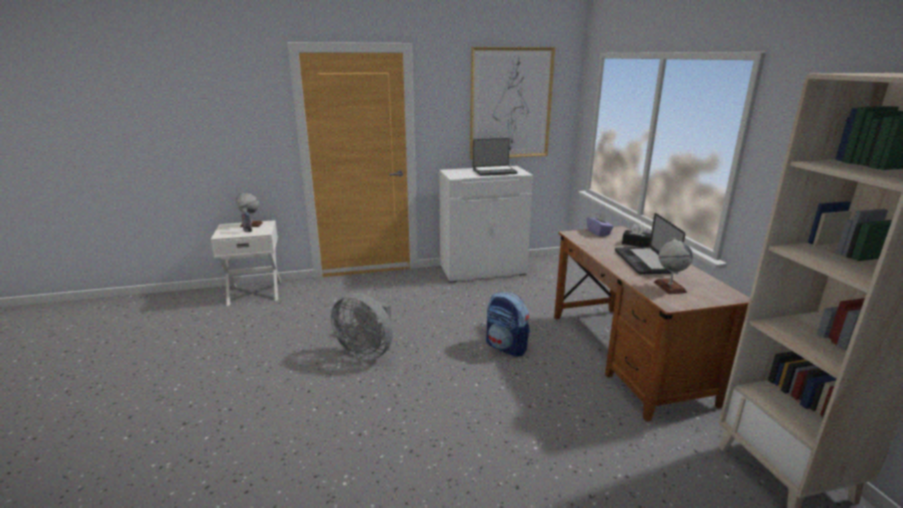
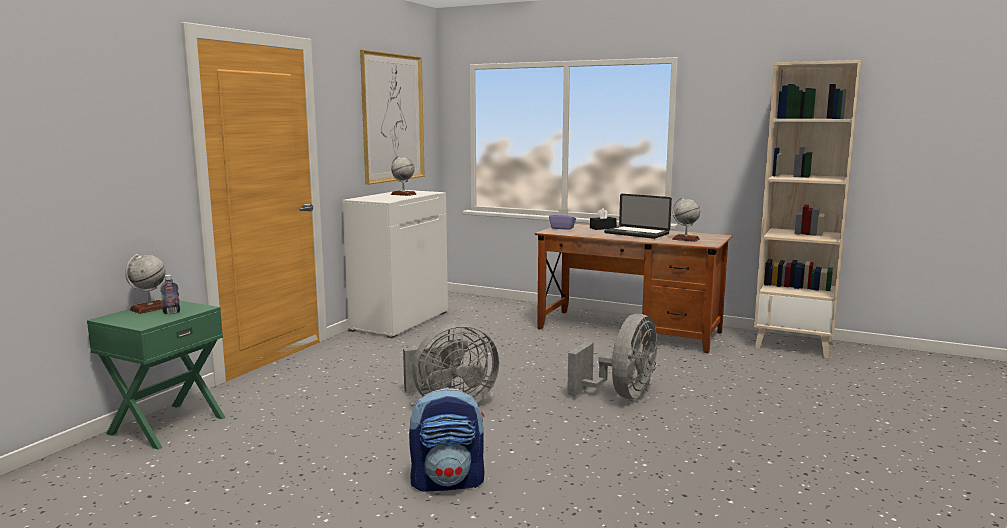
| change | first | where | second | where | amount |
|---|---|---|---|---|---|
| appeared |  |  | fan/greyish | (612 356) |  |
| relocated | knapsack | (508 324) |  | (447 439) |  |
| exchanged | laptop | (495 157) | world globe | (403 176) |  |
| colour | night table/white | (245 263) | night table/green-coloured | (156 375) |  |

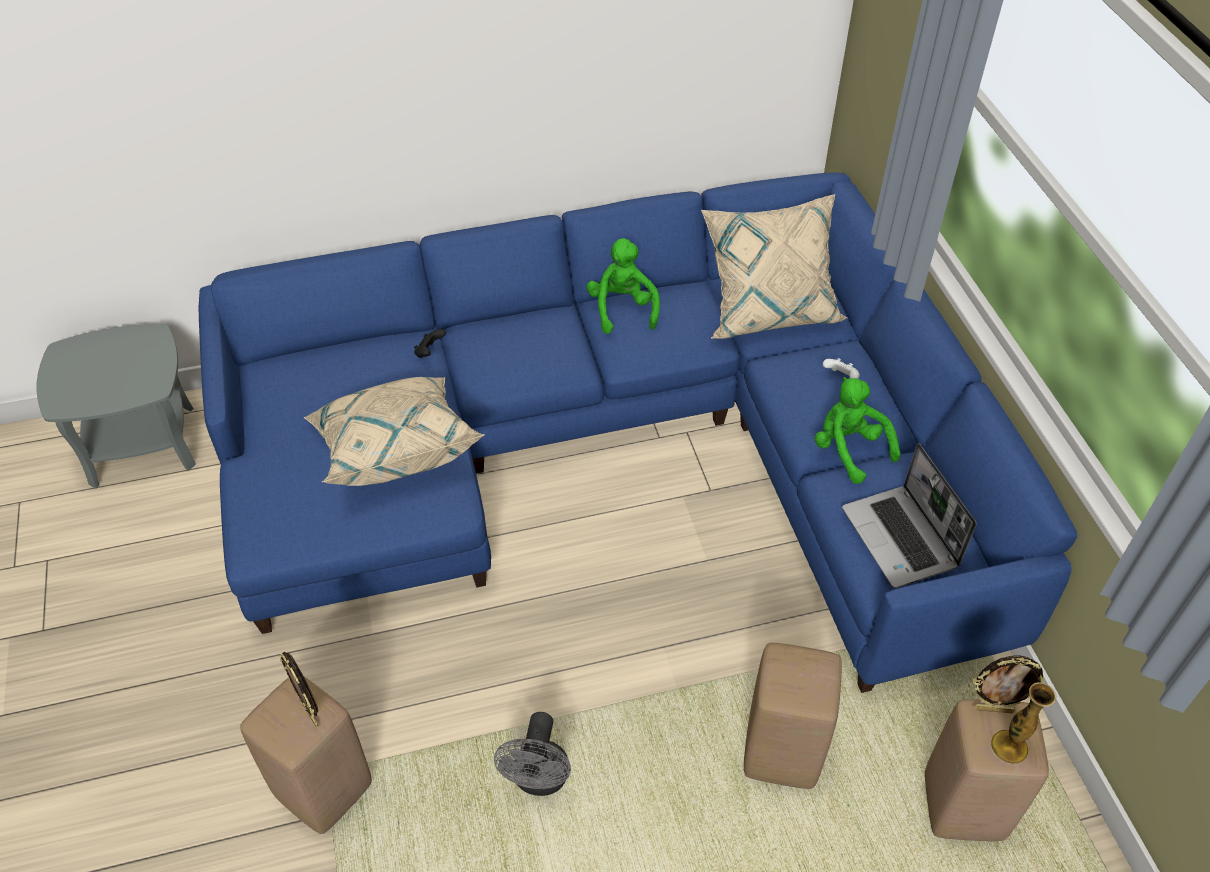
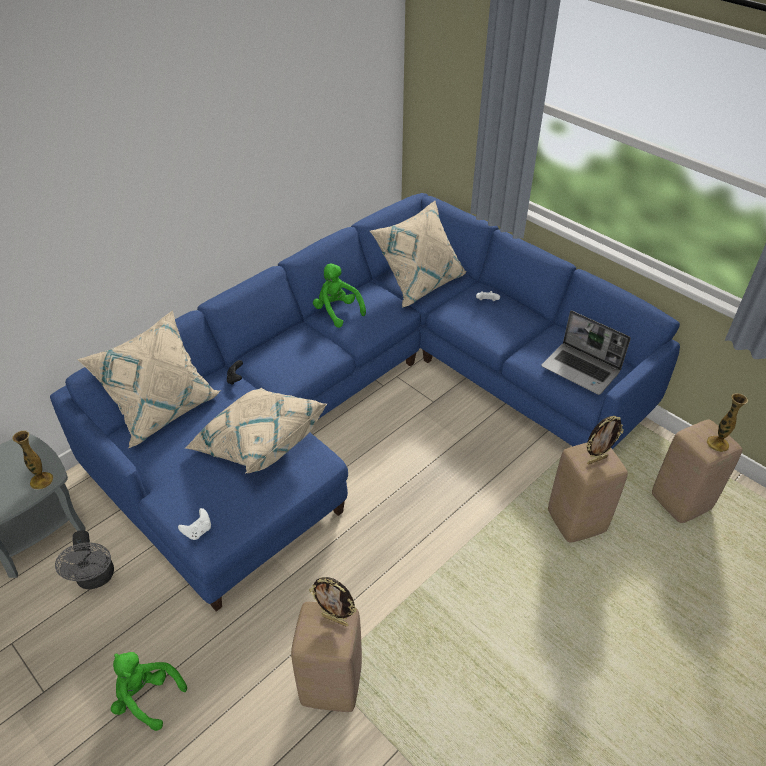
| change | first | where | second | where | amount |
|---|---|---|---|---|---|
| appeared |  |  | decorative vase | (32 460) |  |
| appeared |  |  | pillow/beige | (148 379) |  |
| appeared |  |  | joypad/white | (194 524) |  |
| relocated | fan/greyish | (532 754) |  | (84 559) |  |
| relocated | soft toy/green-coloured | (857 430) |  | (149 691) |  |
| relocated | photo frame | (1009 684) |  | (605 440) |  |

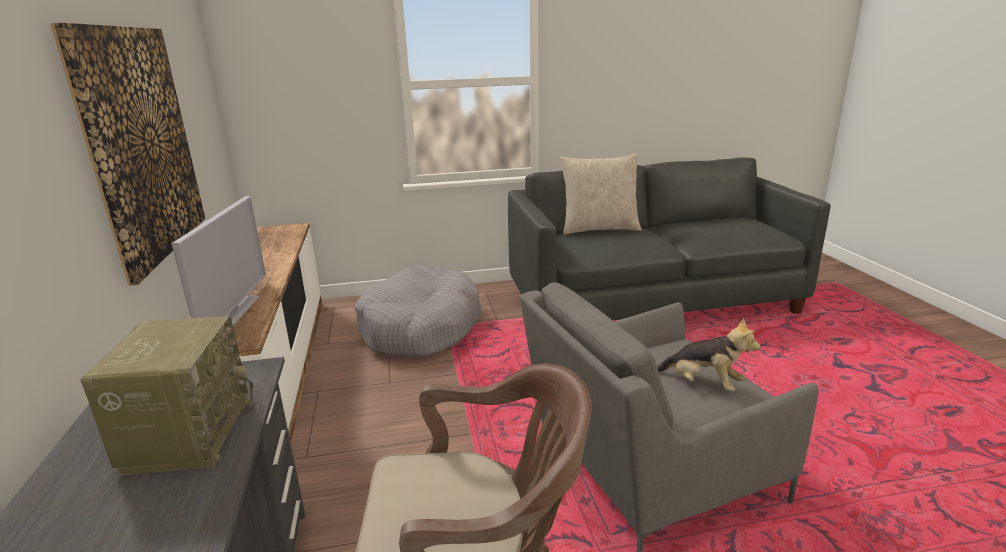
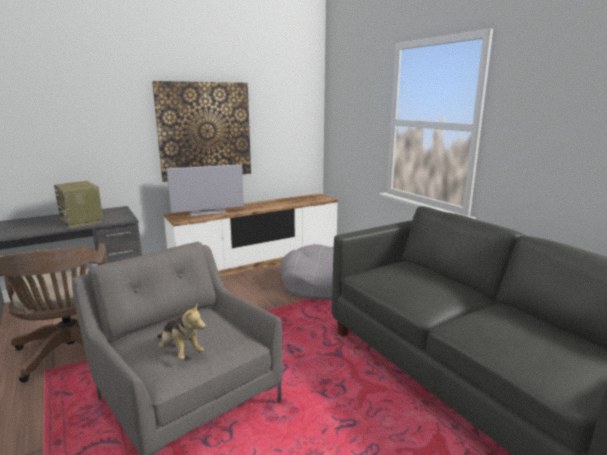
| change | first | where | second | where | amount |
|---|---|---|---|---|---|
| missing | pillow/beige | (601 193) |  |  |  |
| spun | radio set | (167 396) |  | (78 204) | 75 degrees clockwise |
| spun | soft toy | (708 354) |  | (181 330) | 60 degrees counterclockwise |

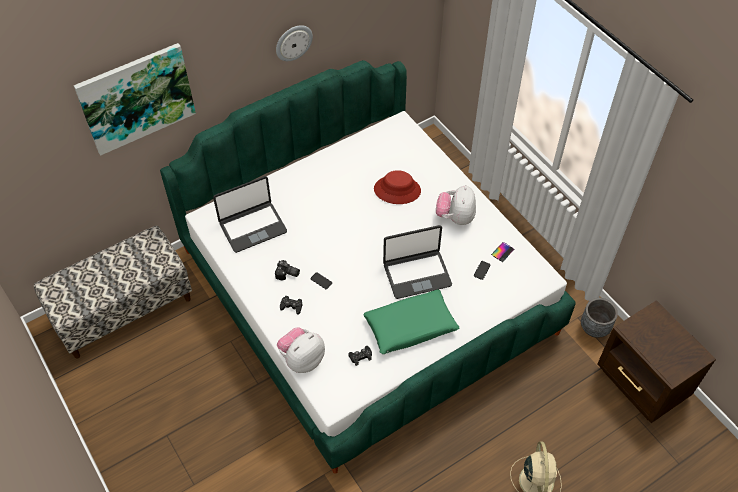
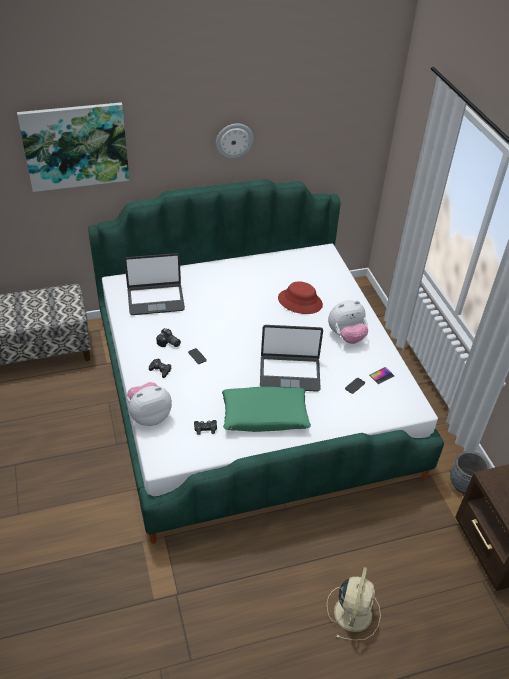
| change | first | where | second | where | amount |
|---|---|---|---|---|---|
| spun | soft toy | (456 205) |  | (348 322) | 135 degrees counterclockwise |

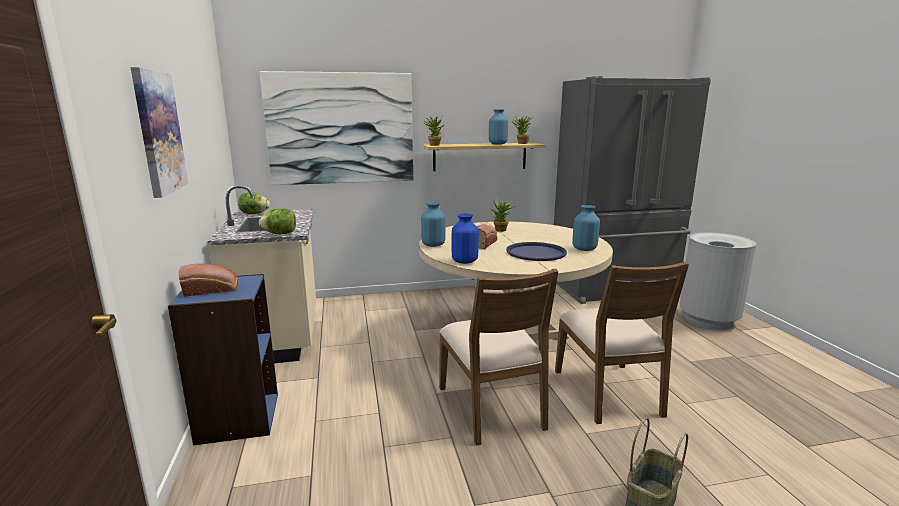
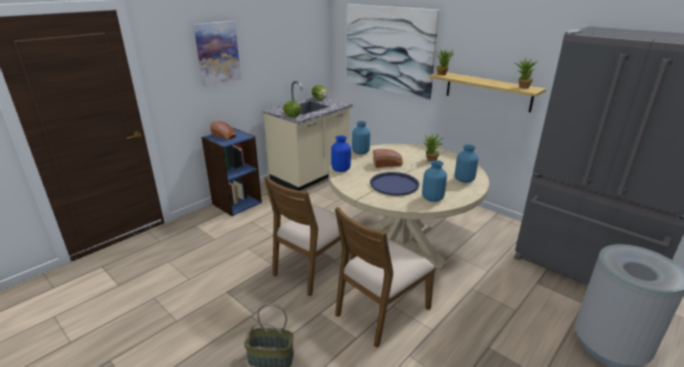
| change | first | where | second | where | amount |
|---|---|---|---|---|---|
| relocated | decorative vase/bluish | (498 127) |  | (466 163) |  |

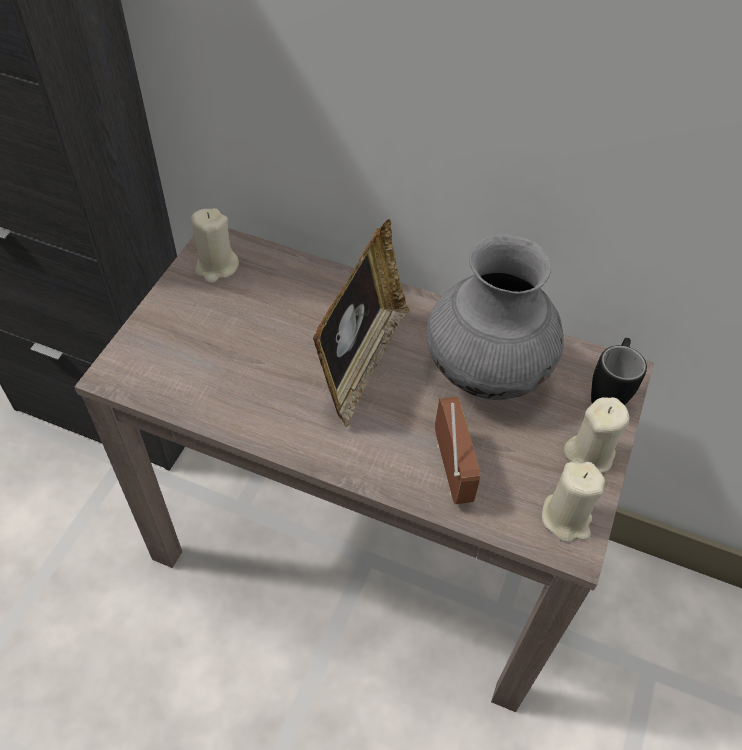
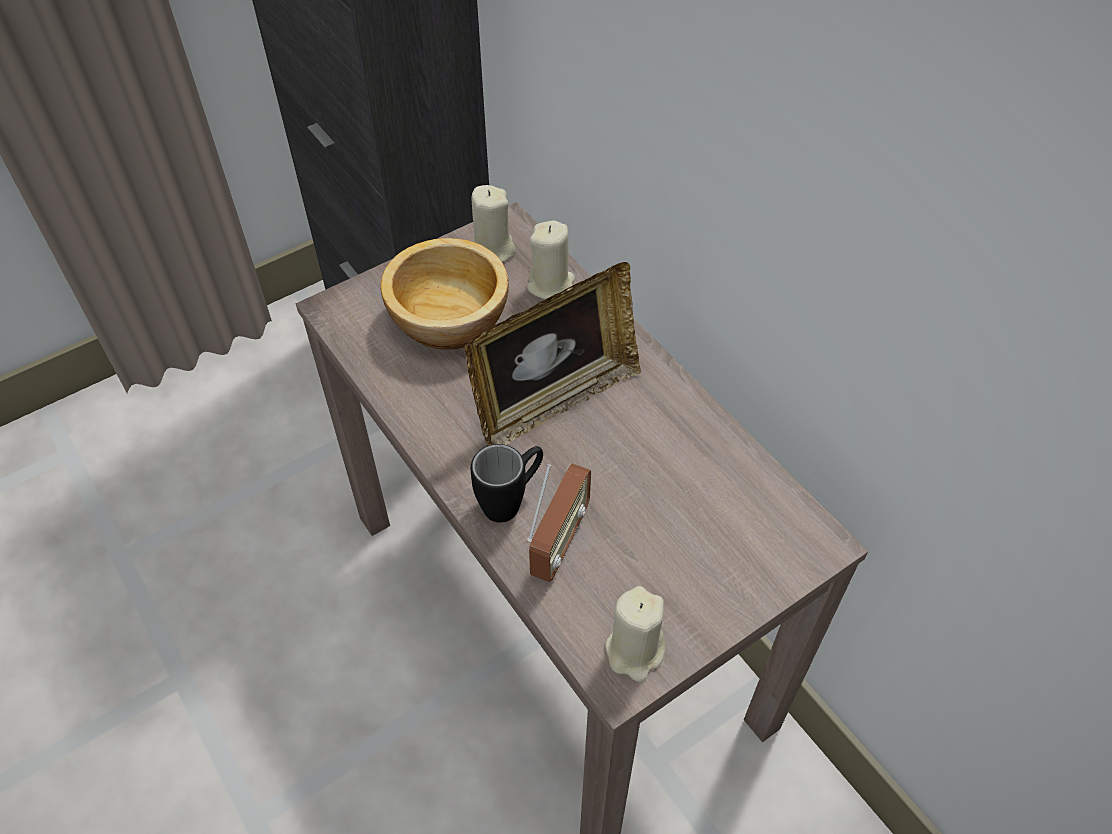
| change | first | where | second | where | amount |
|---|---|---|---|---|---|
| missing | decorative vase/greyish | (495 317) |  |  |  |
| appeared |  |  | serving bowl | (445 294) |  |
| relocated | candle/beige | (596 435) |  | (551 260) |  |
| relocated | tea mug/black | (619 371) |  | (507 483) |  |

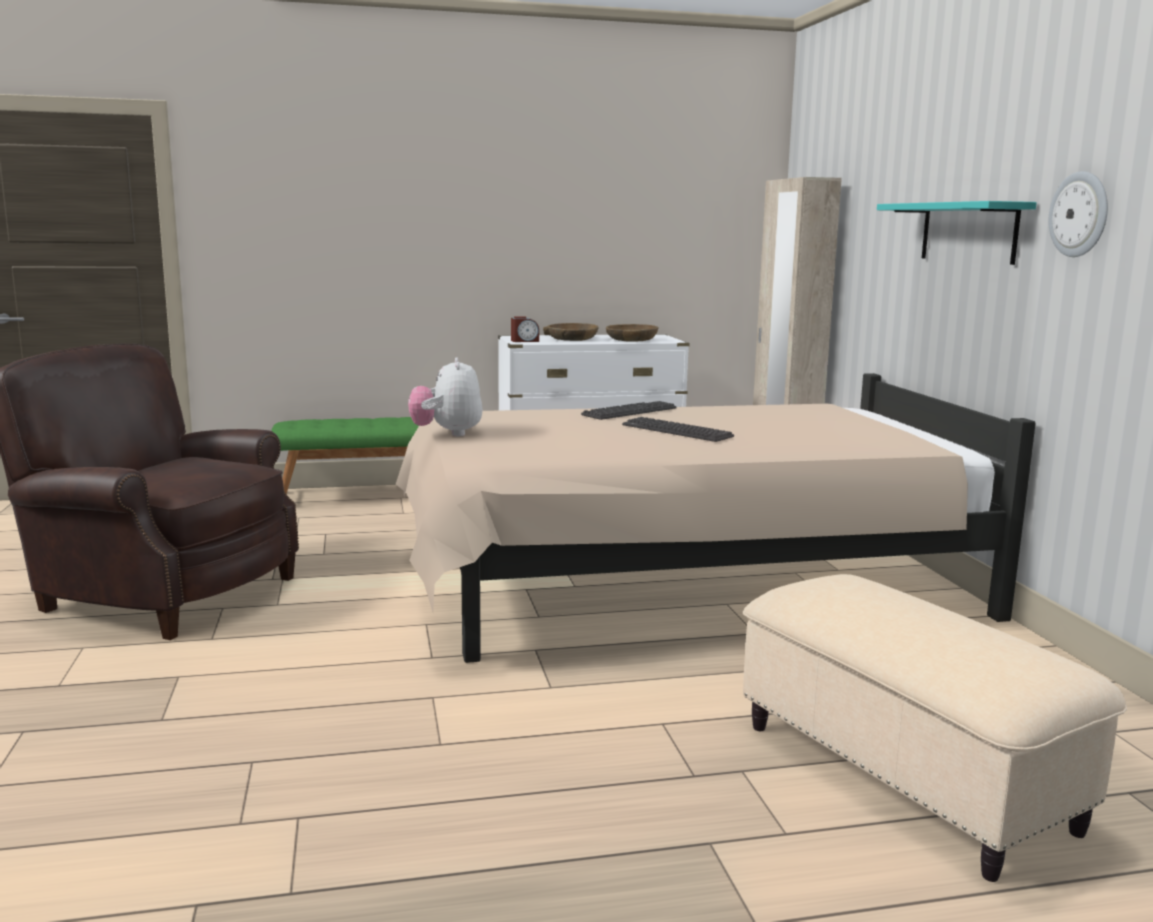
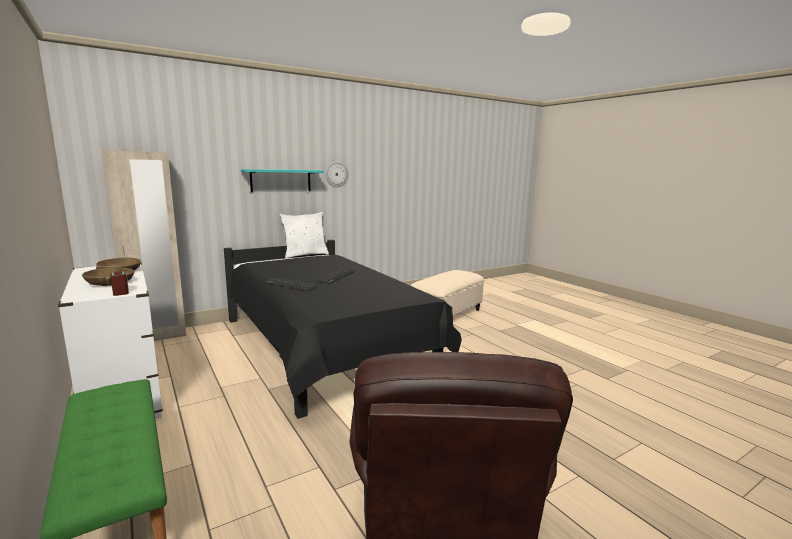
| change | first | where | second | where | amount |
|---|---|---|---|---|---|
| missing | soft toy | (445 397) |  |  |  |
| appeared |  |  | pillow/white | (304 235) |  |
| colour | bed/beige | (716 518) | bed/black | (343 329) |  |

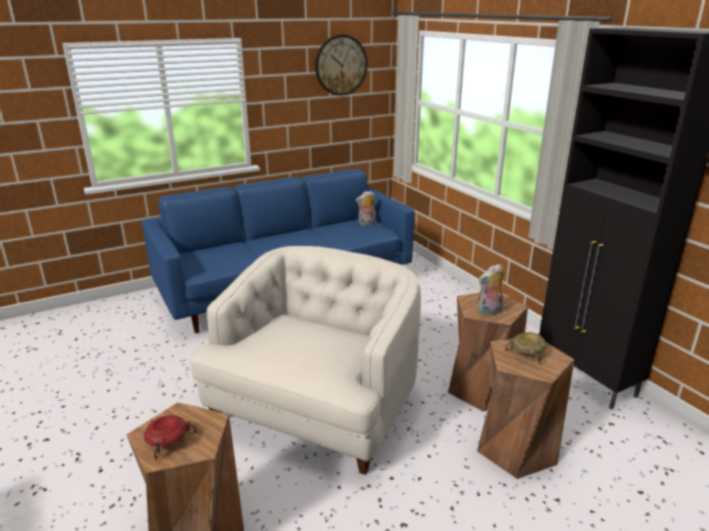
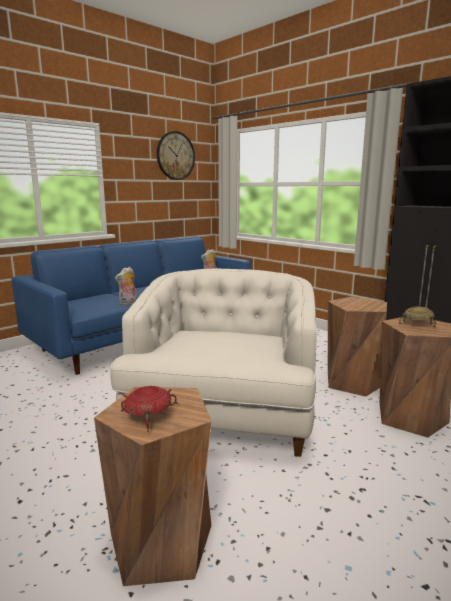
| change | first | where | second | where | amount |
|---|---|---|---|---|---|
| relocated | soft toy | (491 290) |  | (126 286) |  |

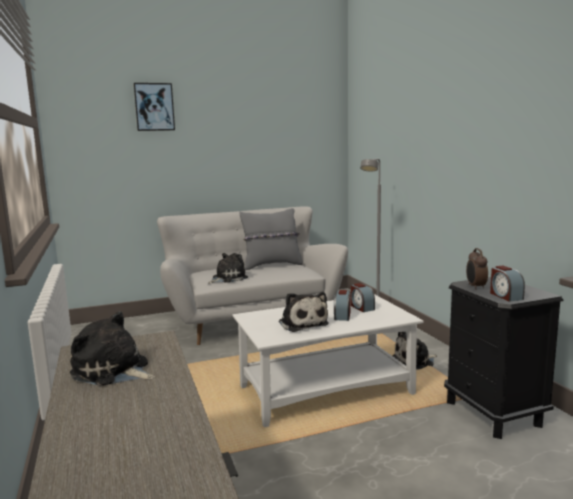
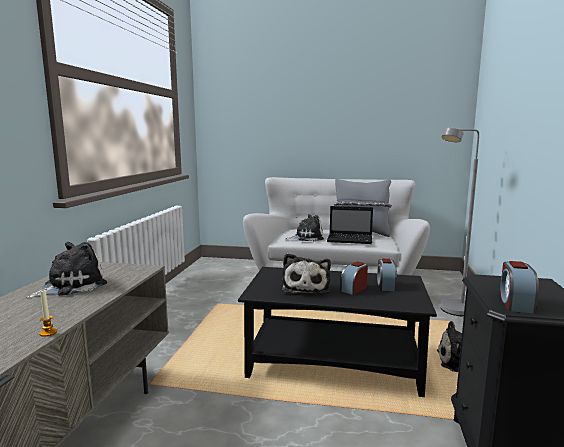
| change | first | where | second | where | amount |
|---|---|---|---|---|---|
| missing | wall picture | (154 107) |  |  |  |
| missing | table clock | (477 269) |  |  |  |
| appeared |  |  | candle | (48 313) |  |
| appeared |  |  | laptop | (350 225) |  |
| colour | lounge table/white | (328 360) | lounge table/black | (337 332) |  |
| spun | soft toy | (112 348) |  | (67 270) | 75 degrees clockwise |

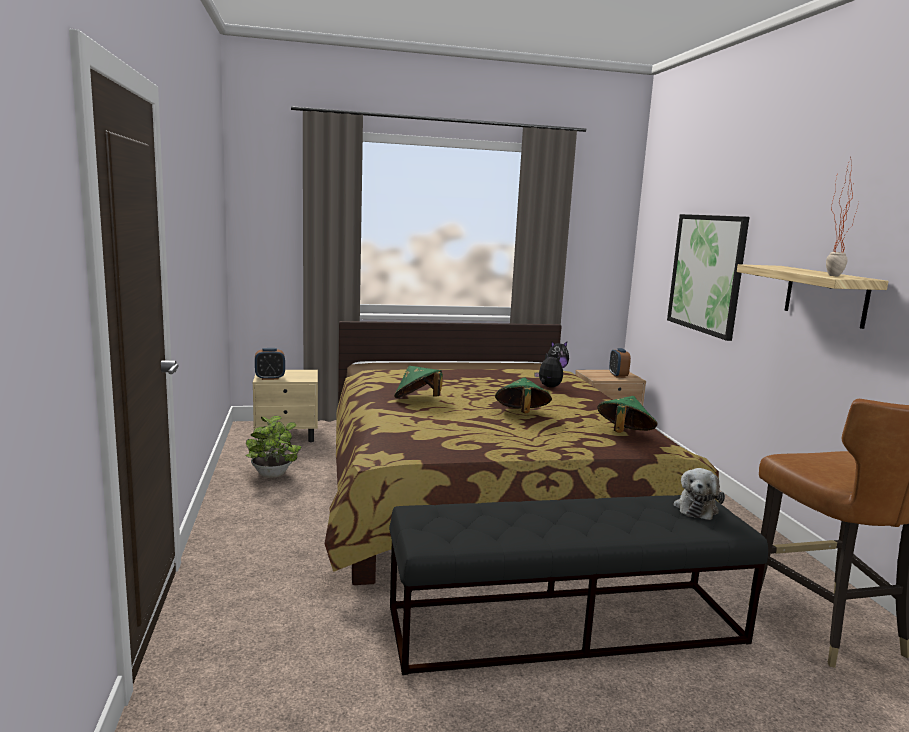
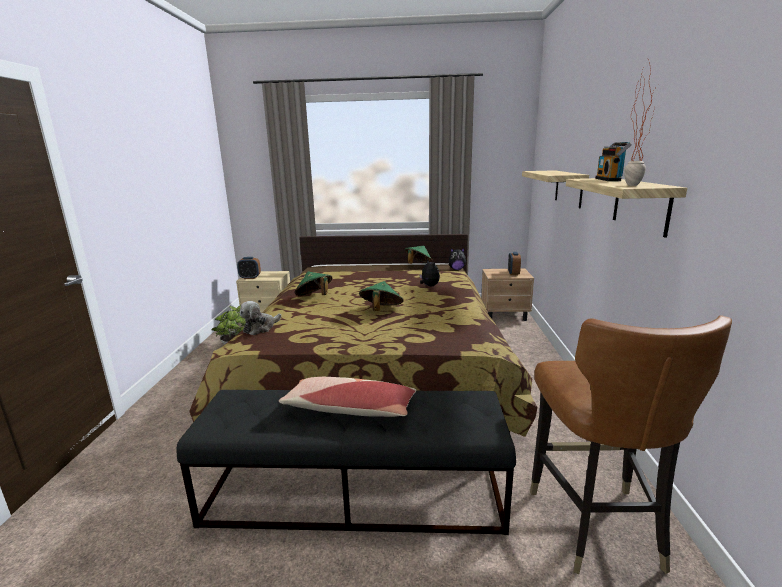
| change | first | where | second | where | amount |
|---|---|---|---|---|---|
| appeared |  |  | pillow | (347 397) |  |
| appeared |  |  | radio set | (613 161) |  |
| relocated | hat/green-coloured | (627 414) |  | (419 255) |  |
| relocated | soft toy | (699 494) |  | (260 318) |  |
| exchanged | wall picture | (708 277) | bracket shelf | (555 189) |  |

